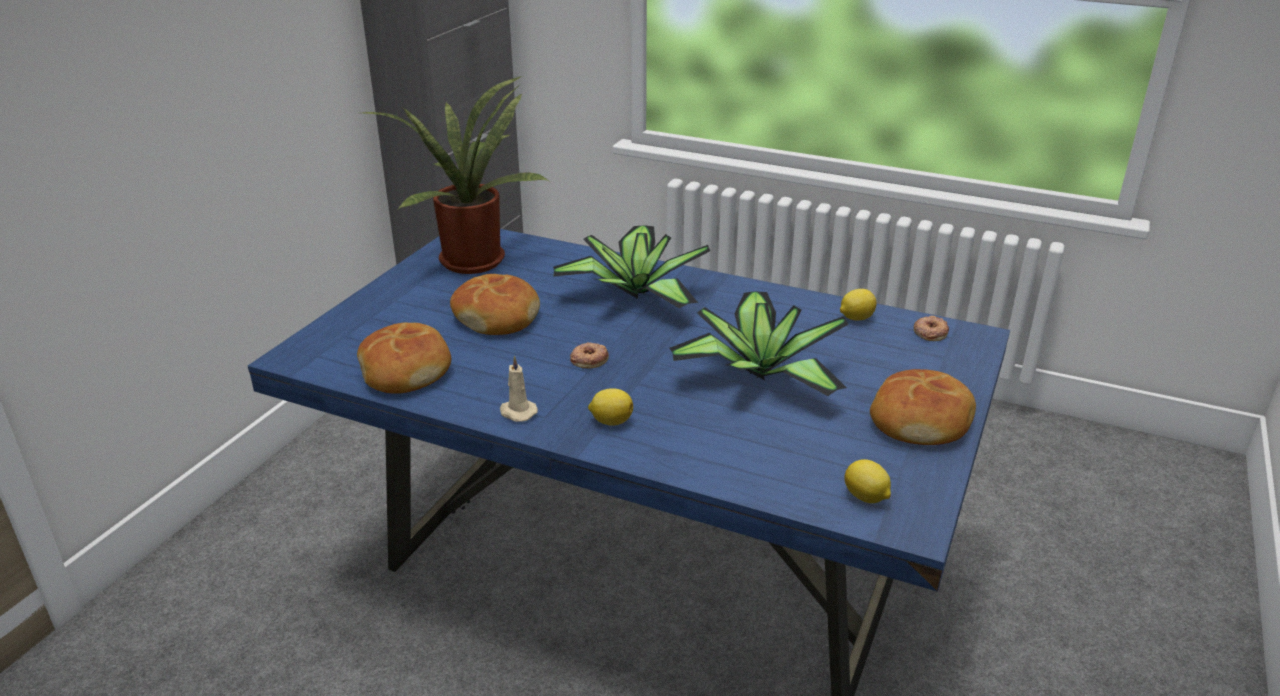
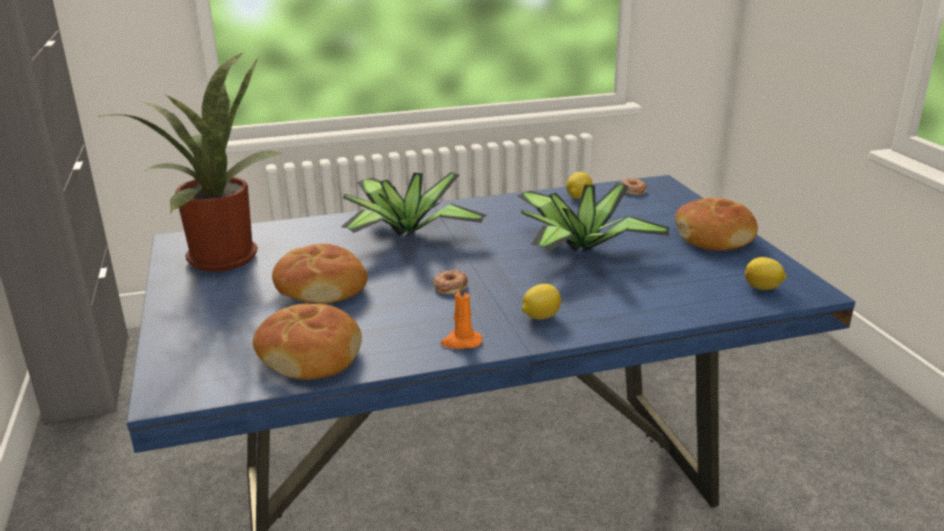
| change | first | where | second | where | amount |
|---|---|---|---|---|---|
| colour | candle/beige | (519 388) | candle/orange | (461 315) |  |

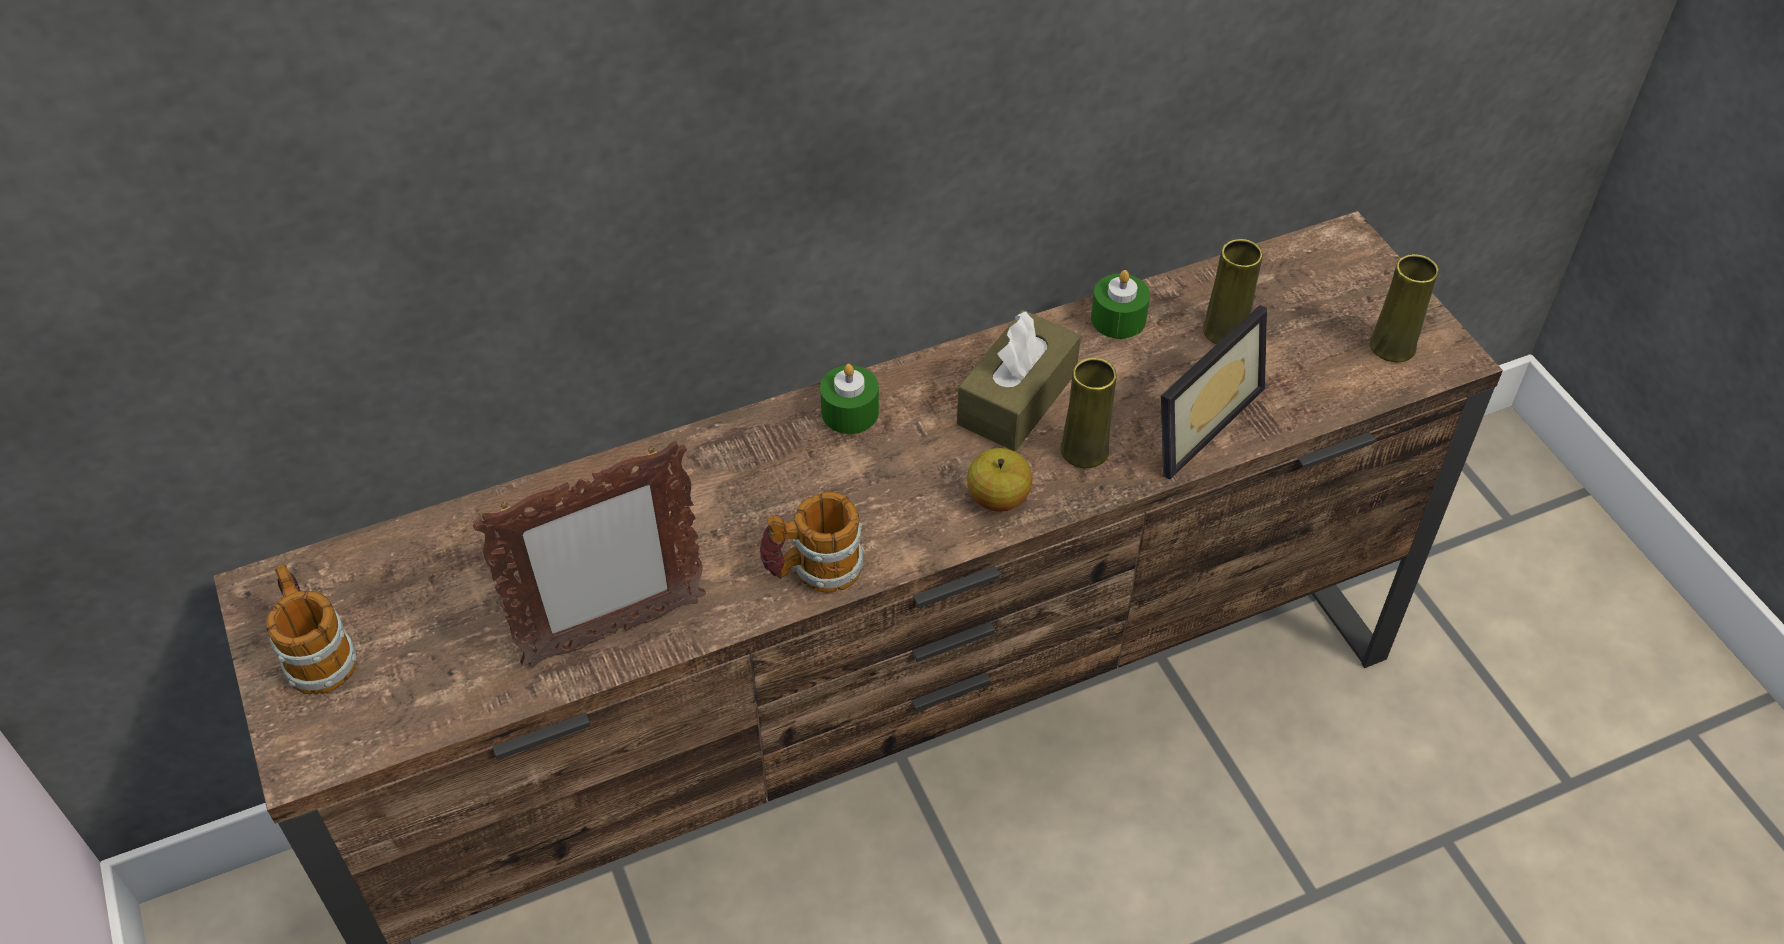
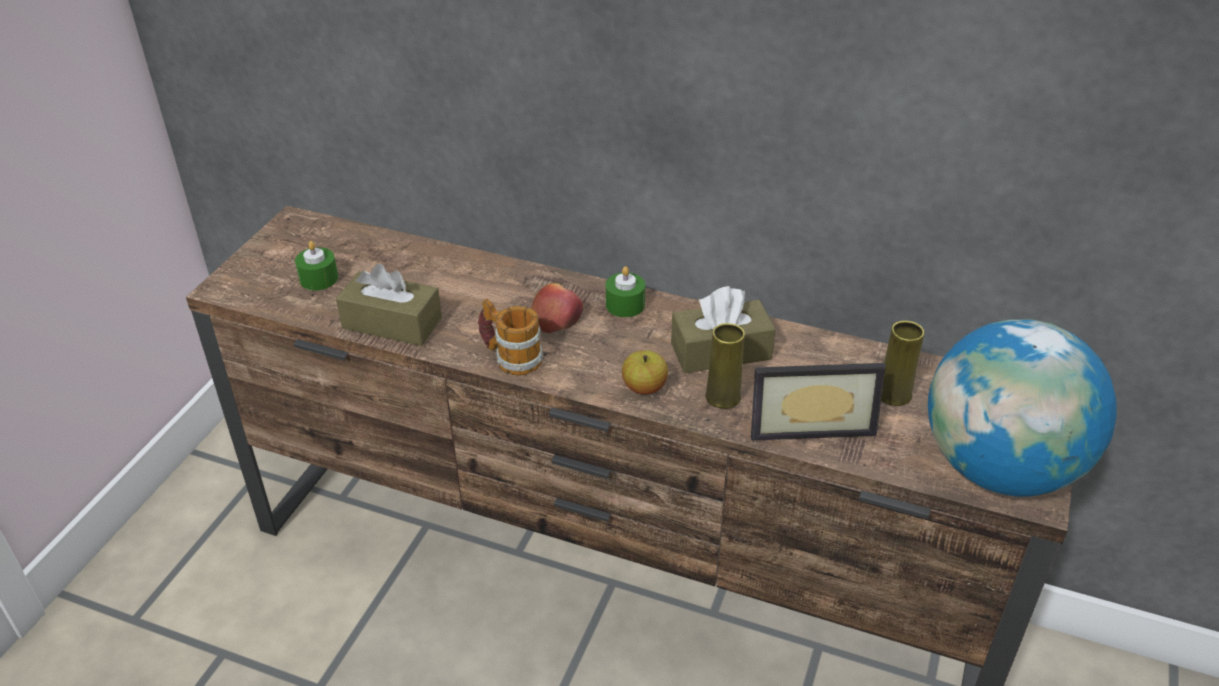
| change | first | where | second | where | amount |
|---|---|---|---|---|---|
| missing | tea mug | (311 629) |  |  |  |
| appeared |  |  | whole apple | (557 308) |  |
| relocated | candle/green-coloured | (1120 304) |  | (316 266) |  |
| exchanged | photo frame | (589 554) | tissue box/brown-coloured | (389 305) |  |
| exchanged | decorative vase/yellow | (1404 308) | world globe | (1022 407) |  |

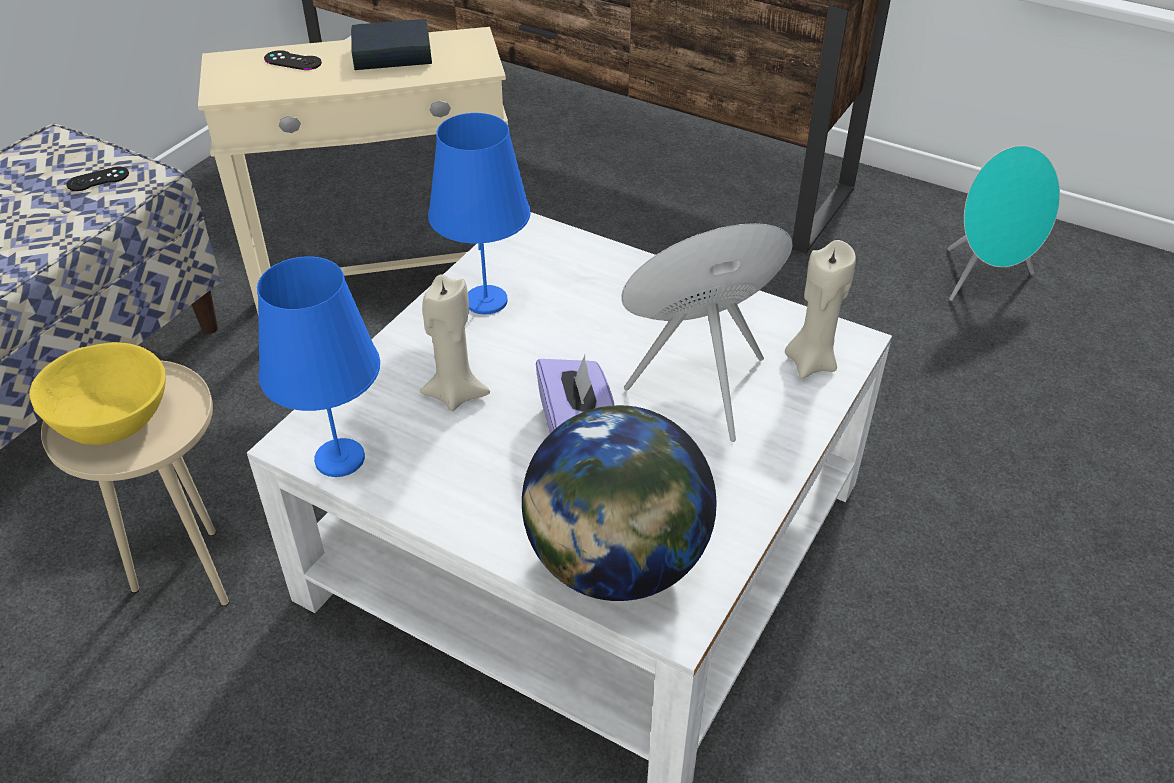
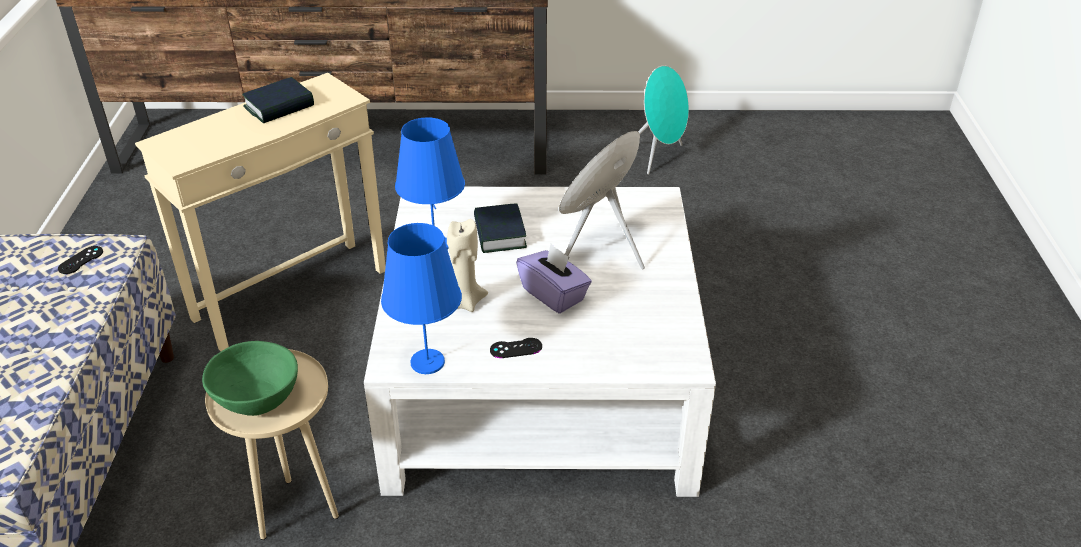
| change | first | where | second | where | amount |
|---|---|---|---|---|---|
| missing | world globe | (619 503) |  |  |  |
| missing | candle/beige | (820 309) |  |  |  |
| appeared |  |  | bound book | (500 228) |  |
| relocated | joypad/black | (293 60) |  | (516 348) |  |
| colour | serving bowl/yellow | (97 393) | serving bowl/green-coloured | (250 378) |  |

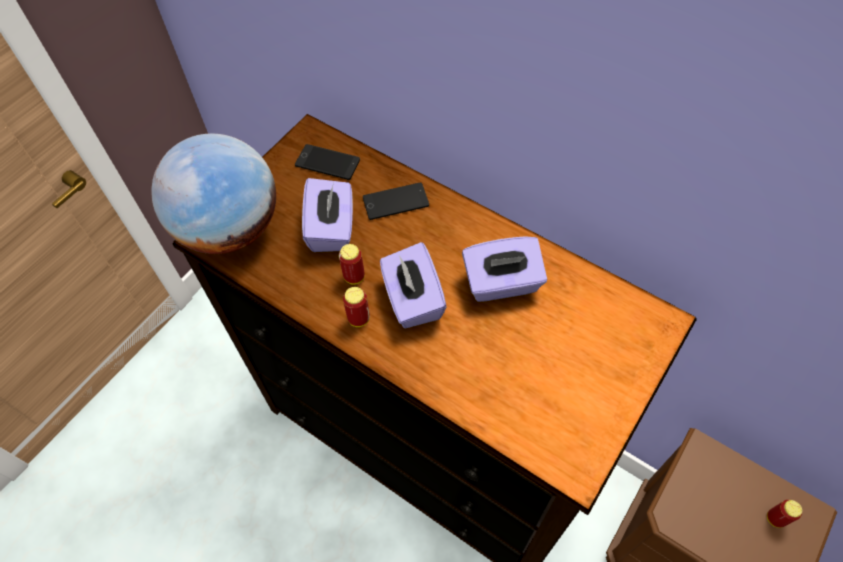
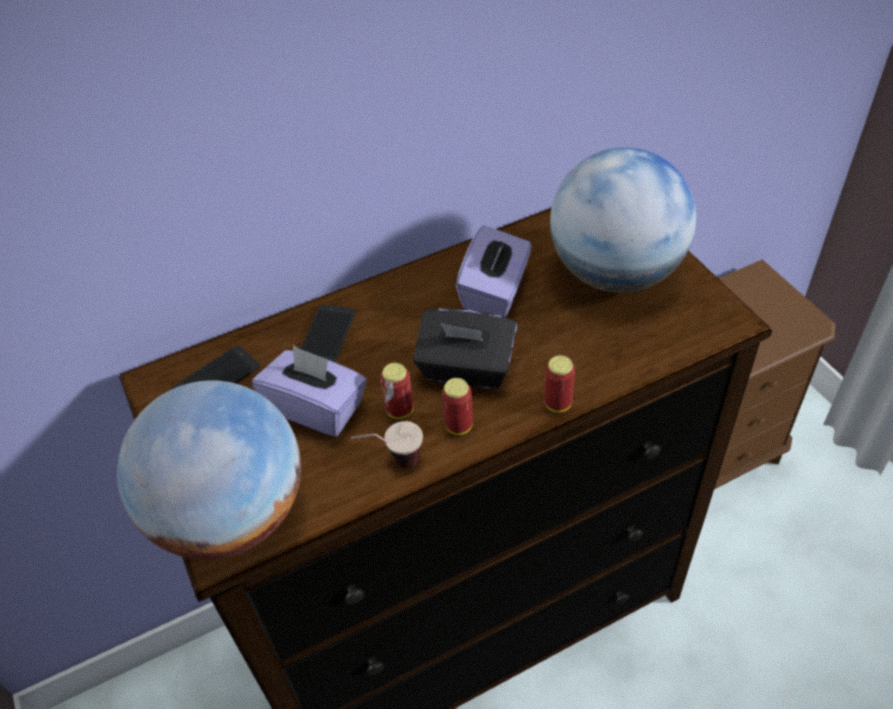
| change | first | where | second | where | amount |
|---|---|---|---|---|---|
| appeared |  |  | small cup | (387 444) |  |
| appeared |  |  | world globe | (623 219) |  |
| relocated | can | (784 514) |  | (559 383) |  |
| colour | tissue box/purple | (413 285) | tissue box/black | (465 348) |  |

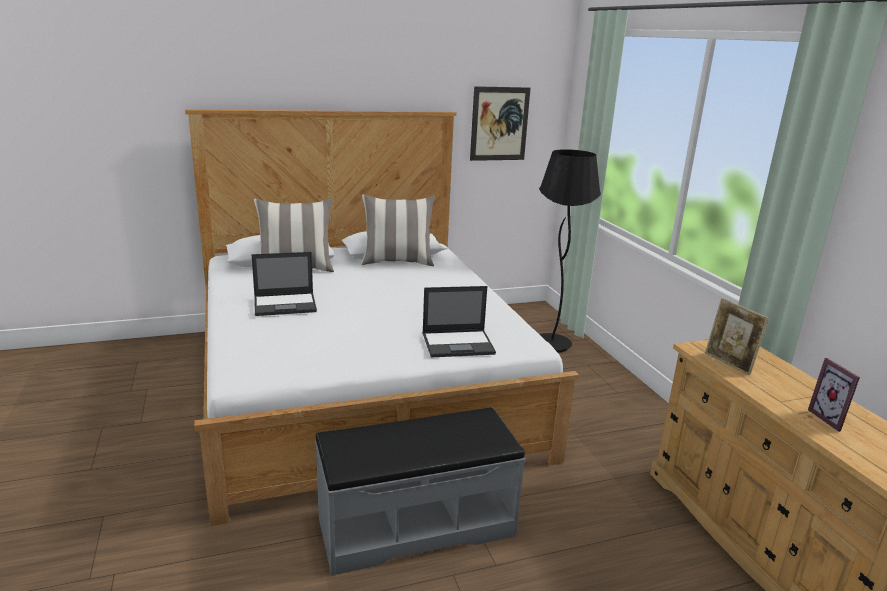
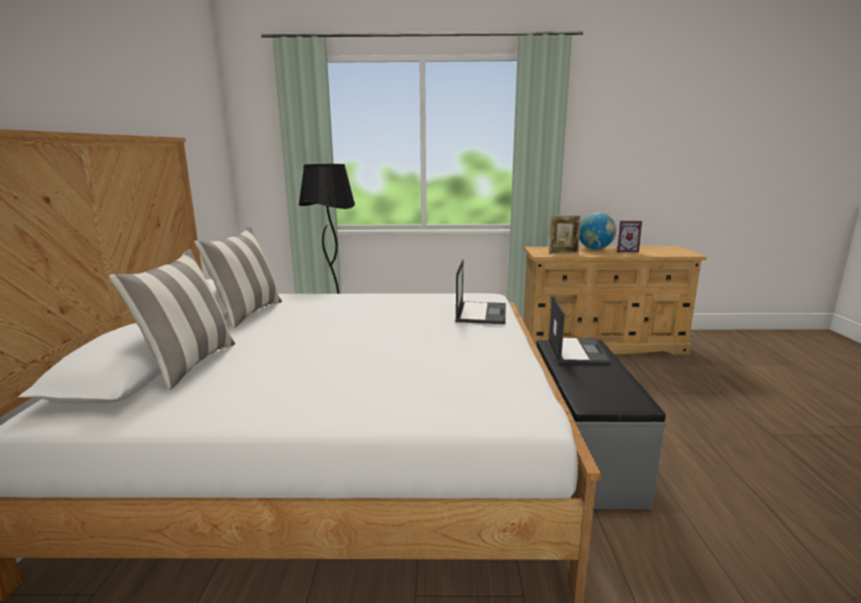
| change | first | where | second | where | amount |
|---|---|---|---|---|---|
| missing | wall picture | (500 123) |  |  |  |
| appeared |  |  | world globe | (597 230) |  |
| relocated | laptop | (284 284) |  | (579 329) |  |

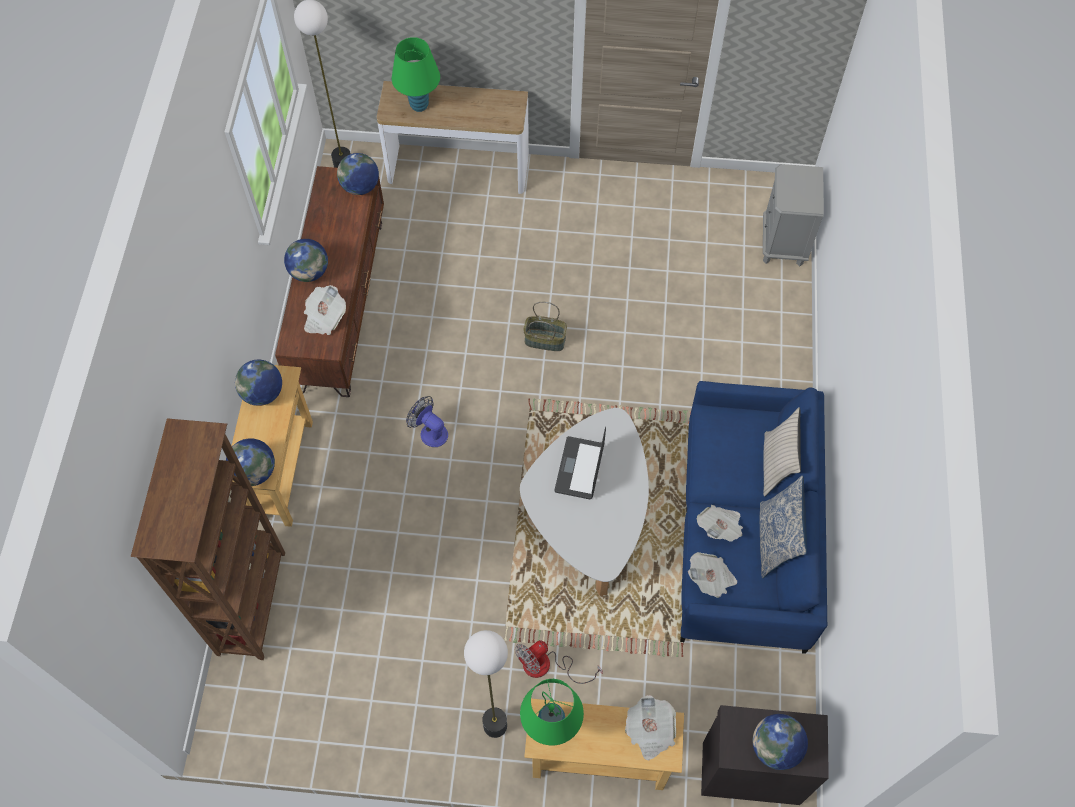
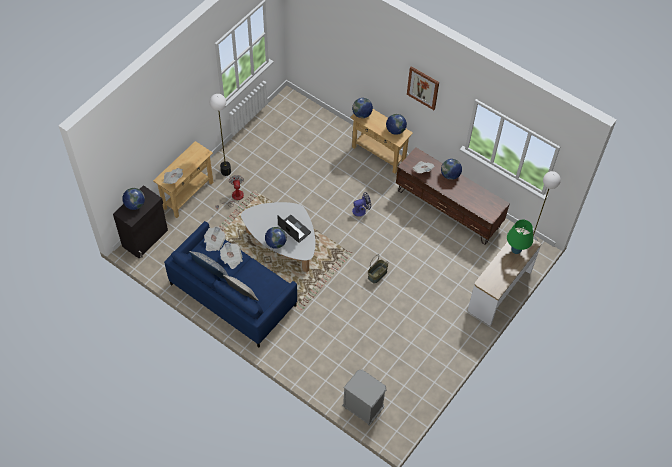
| change | first | where | second | where | amount |
|---|---|---|---|---|---|
| missing | shelving unit/brown-coloured | (208 539) |  |  |  |
| missing | table lamp/green-coloured | (552 712) |  |  |  |
| appeared |  |  | wall picture | (423 88) |  |
| relocated | world globe | (358 174) |  | (276 238) |  |

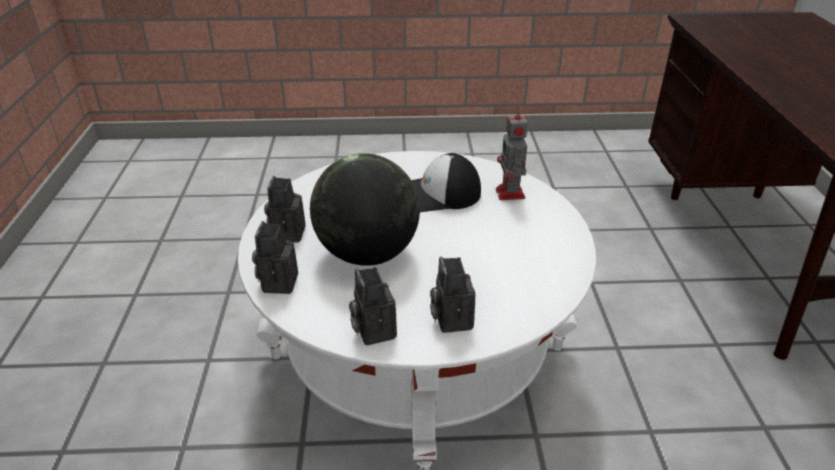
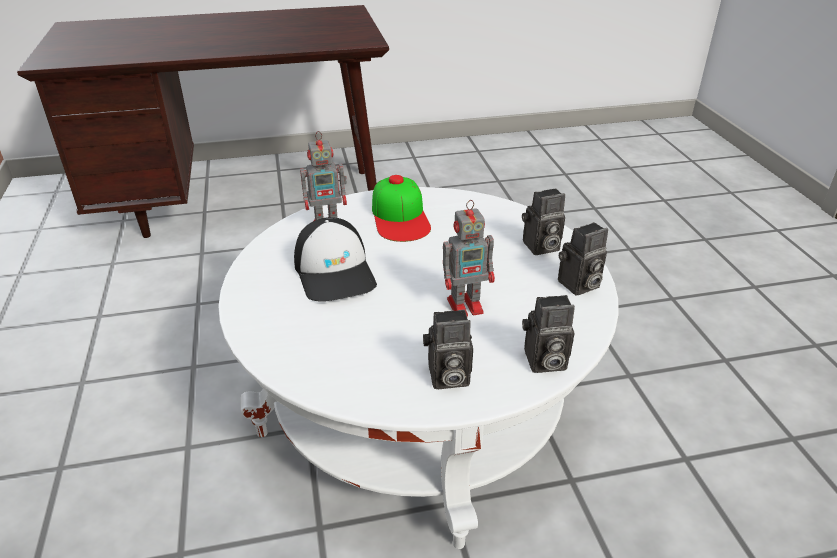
| change | first | where | second | where | amount |
|---|---|---|---|---|---|
| appeared |  |  | cap | (401 208) |  |
| exchanged | world globe | (365 209) | toy robot | (469 258) |  |

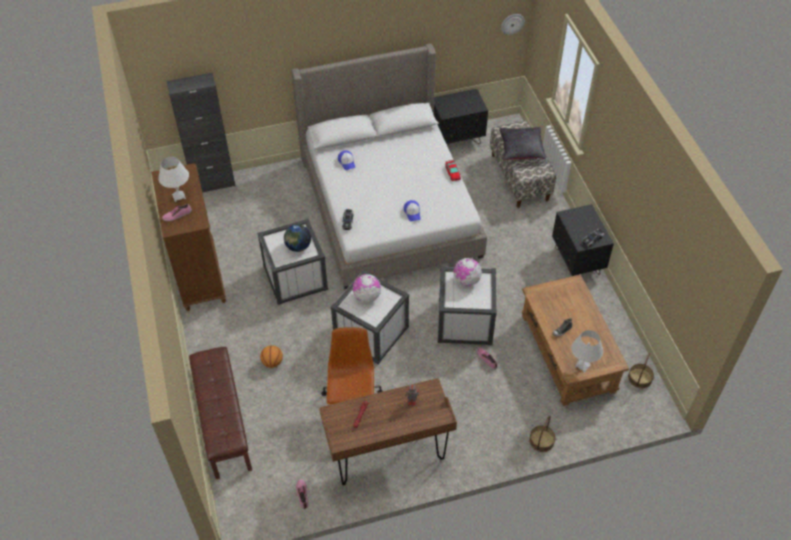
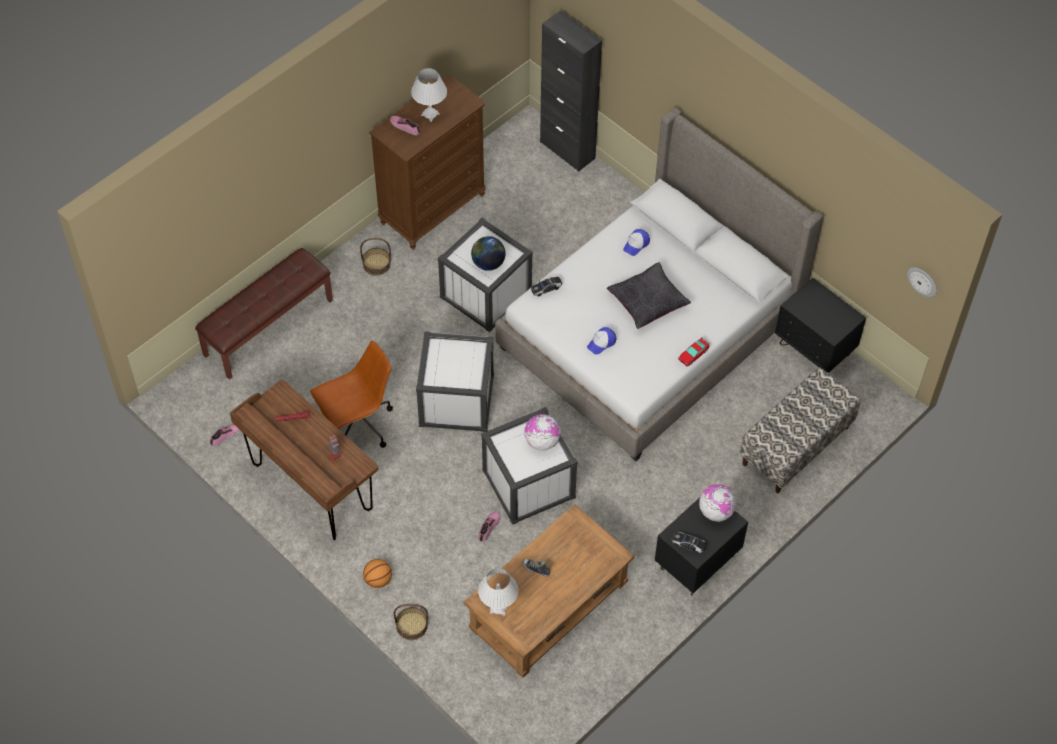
| change | first | where | second | where | amount |
|---|---|---|---|---|---|
| relocated | basketball ball | (271 356) |  | (377 573) |  |
| relocated | world globe | (367 288) |  | (718 503) |  |
| relocated | pillow/black | (522 143) |  | (649 295) |  |
| relocated | household basket | (641 371) |  | (375 257) |  |

